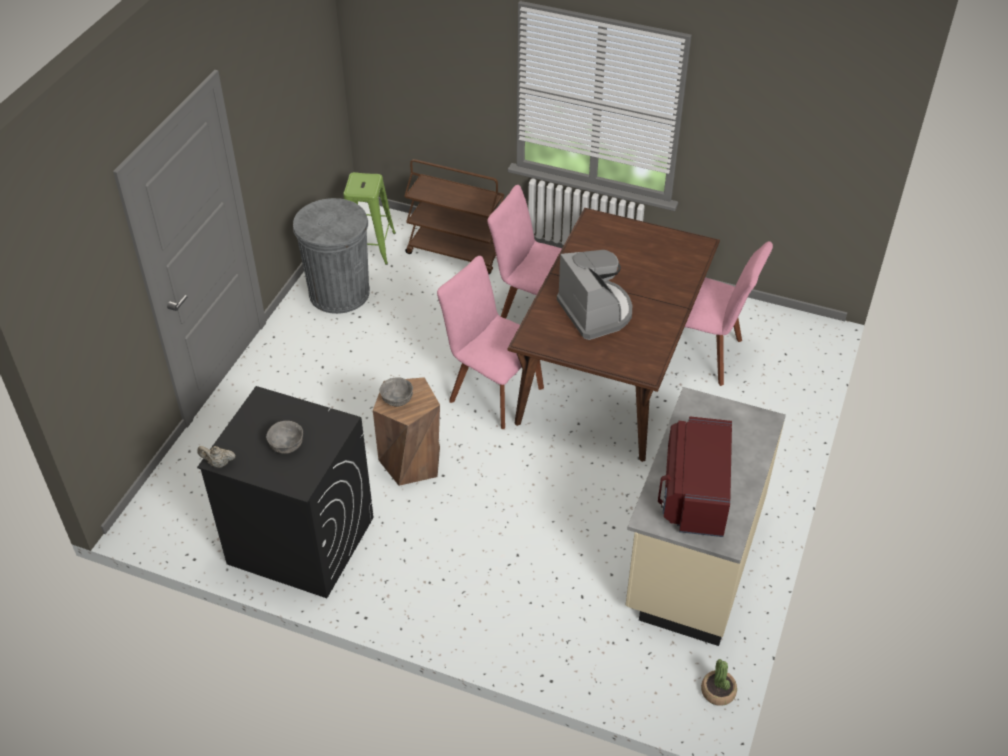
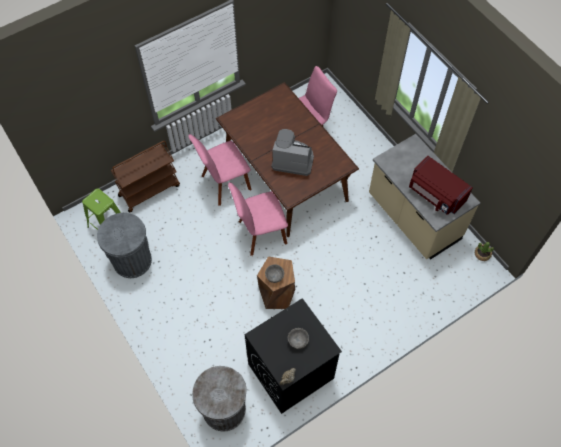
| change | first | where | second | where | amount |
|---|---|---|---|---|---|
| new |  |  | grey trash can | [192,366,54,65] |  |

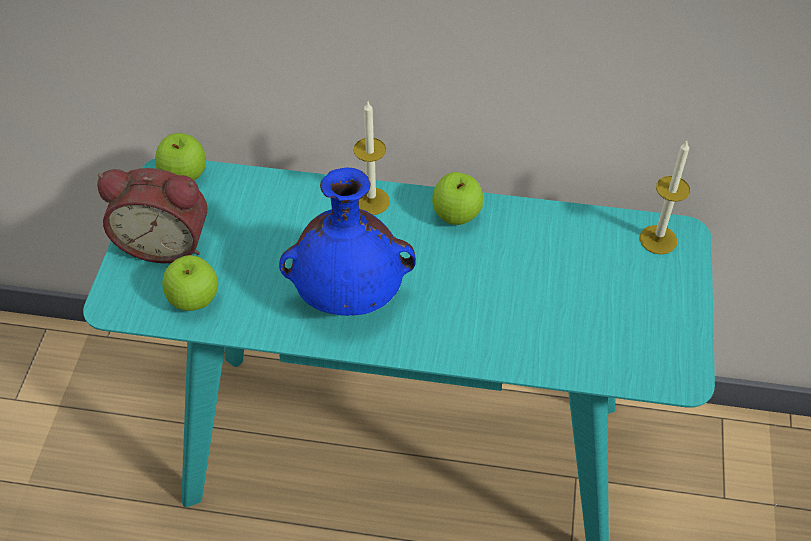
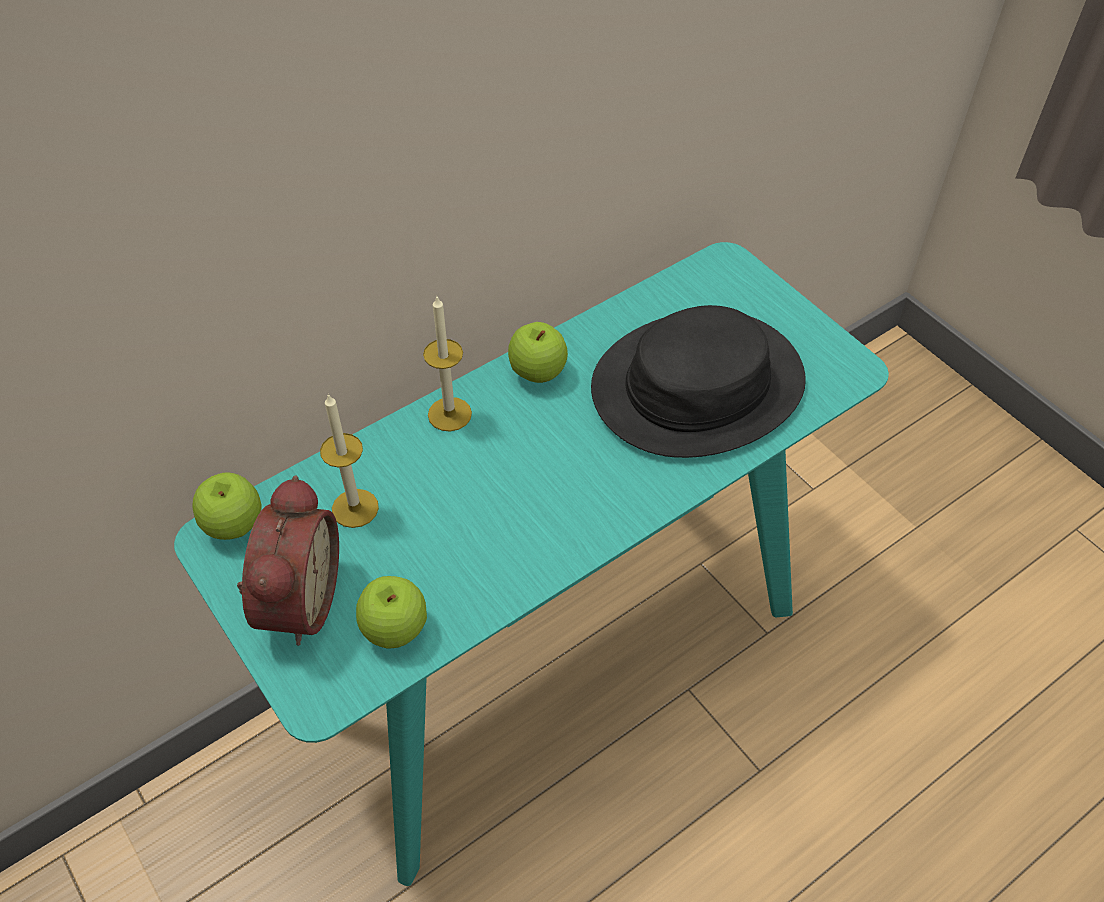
| change | first | where | second | where | amount |
|---|---|---|---|---|---|
| gone | blue vase | [279,168,137,148] |  |  |  |
| new |  |  | black hat | [591,305,215,153] |  |
| shifted | candle | [639,141,51,113] |  | [320,394,59,134] |  |
| rotated | alarm clock | [97,168,111,95] |  | [237,475,102,171] | 45 degrees counterclockwise |

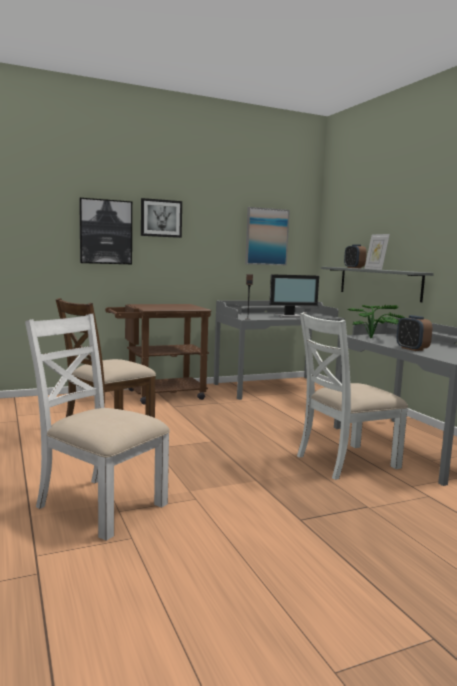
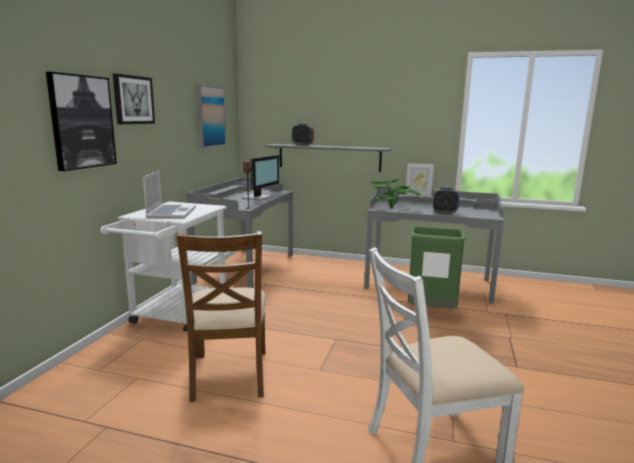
| change | first | where | second | where | amount |
|---|---|---|---|---|---|
| new |  |  | laptop | [143,170,53,48] |  |
| shifted | picture frame | [364,234,26,36] |  | [405,163,29,34] |  |
| swapped | white chair | [297,312,111,168] | green trash can | [408,227,58,81] |  |
| repainted | brown cart | [105,304,106,101] | white cart | [100,202,127,130] |  |

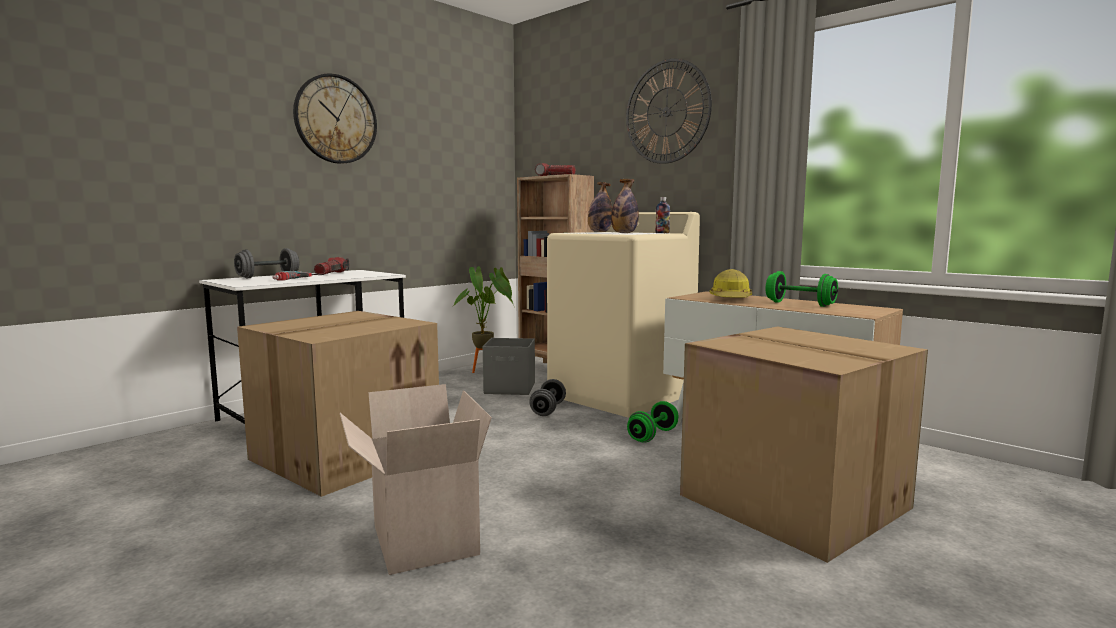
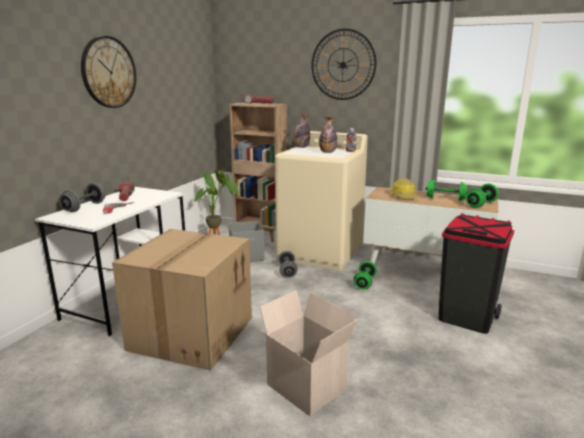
| change | first | where | second | where | amount |
|---|---|---|---|---|---|
| new |  |  | green dumbbell | [466,183,33,25] |  |
| swapped | cardboard box | [680,327,248,236] | black trash can | [438,213,76,121] |  |

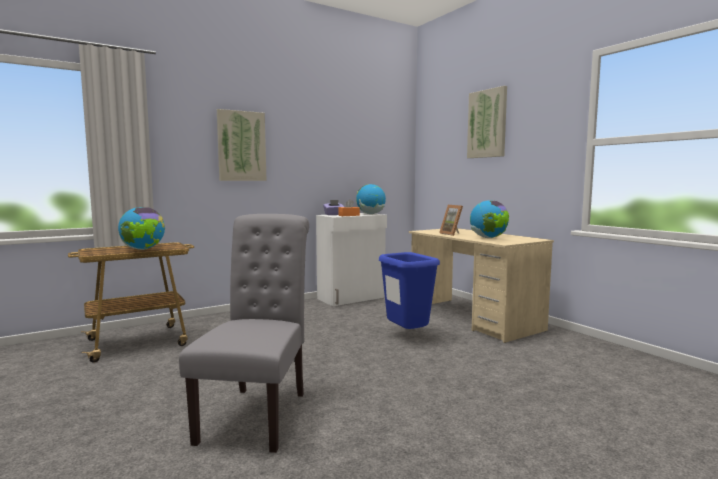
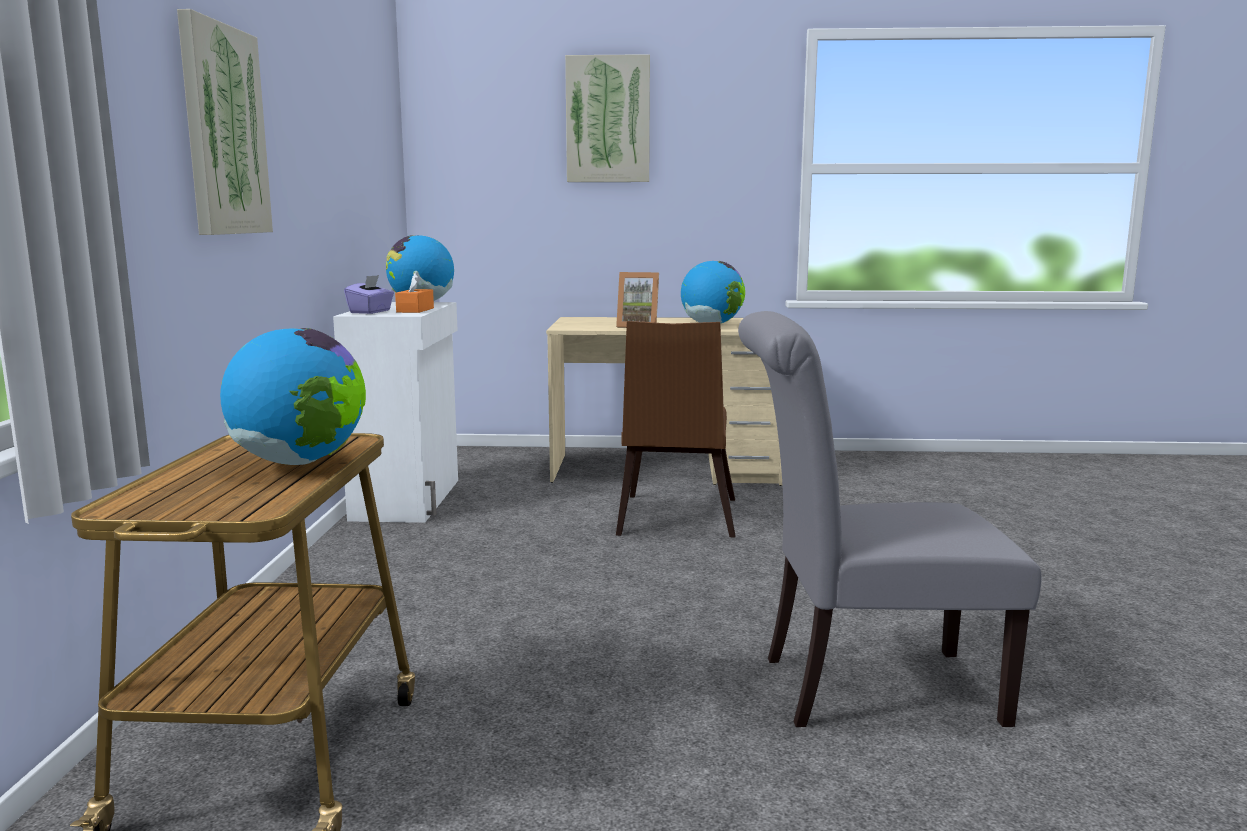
| change | first | where | second | where | amount |
|---|---|---|---|---|---|
| swapped | blue trash can | [379,252,61,77] | brown chair | [616,321,119,217] |  |
| rotated | grey chair | [179,214,130,239] |  | [738,311,304,416] | 45 degrees counterclockwise |

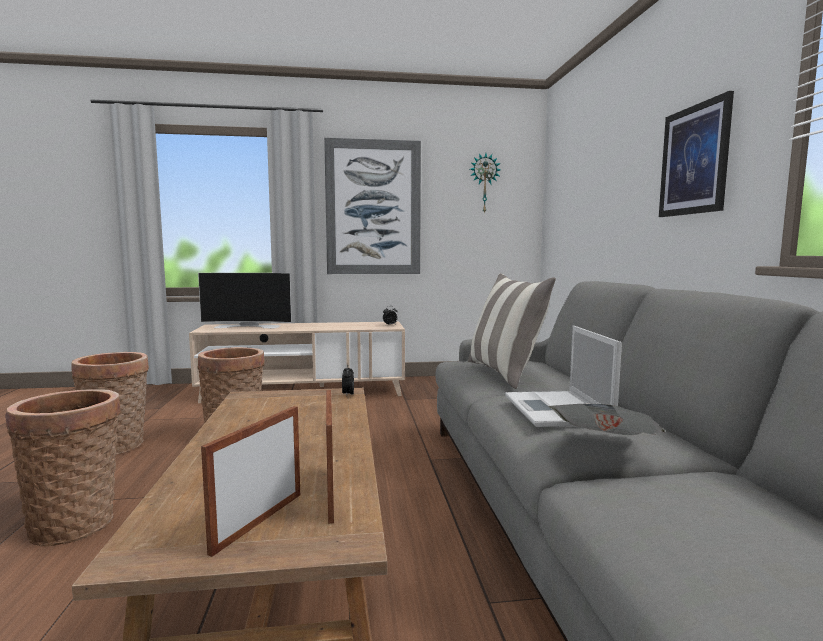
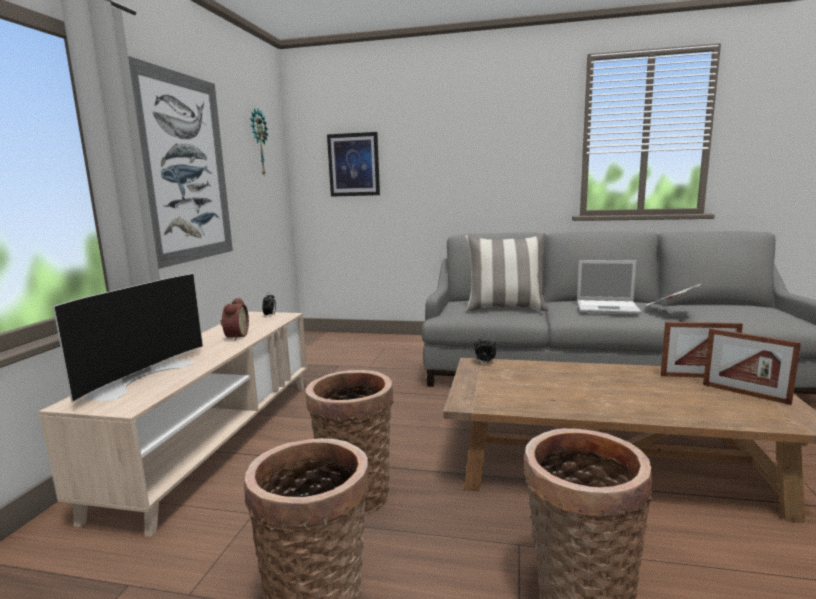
| change | first | where | second | where | amount |
|---|---|---|---|---|---|
| new |  |  | alarm clock | [220,298,29,43] |  |
| shifted | picture | [659,91,75,126] |  | [327,132,53,65] |  |

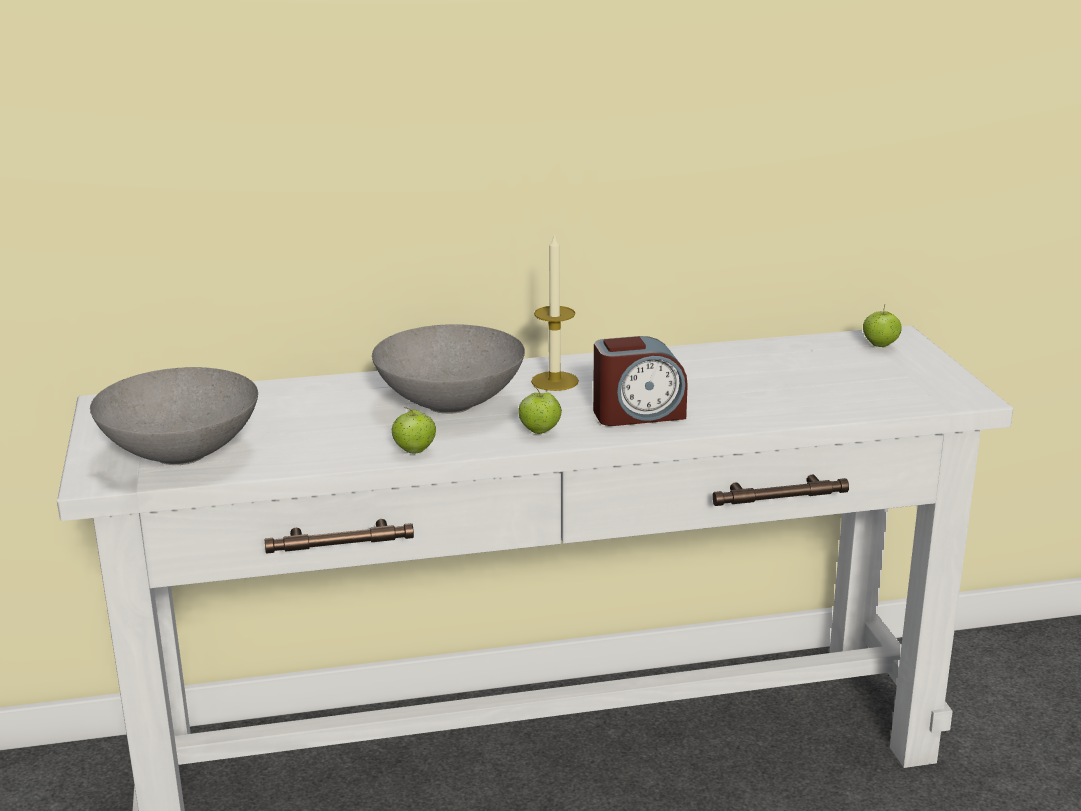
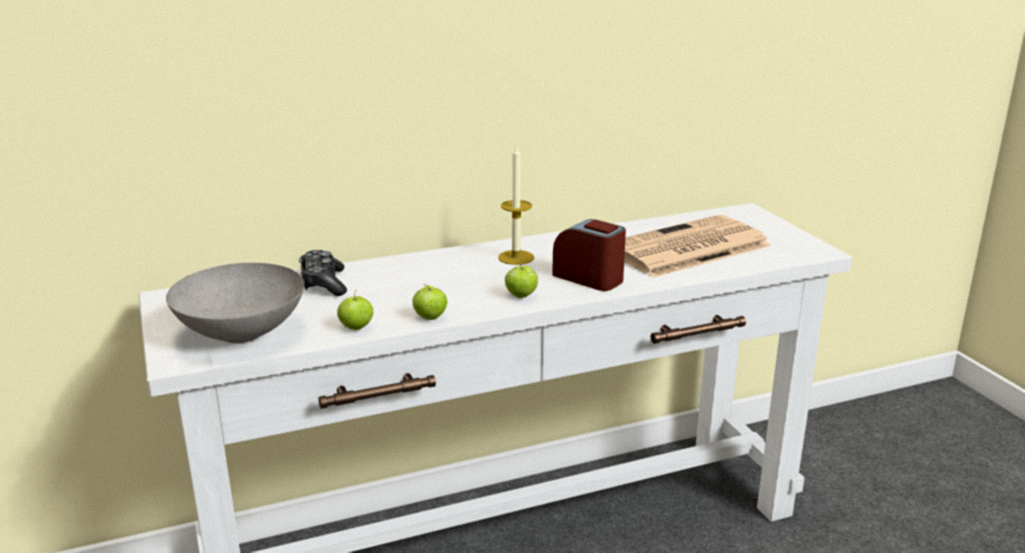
| change | first | where | second | where | amount |
|---|---|---|---|---|---|
| gone | grey bowl | [372,324,153,90] |  |  |  |
| new |  |  | game controller | [299,250,48,46] |  |
| new |  |  | newspaper | [624,215,147,63] |  |
| shifted | apple | [863,304,39,43] |  | [337,290,36,40] |  |
| rotated | alarm clock | [593,336,95,90] |  | [552,219,74,72] | 120 degrees counterclockwise |

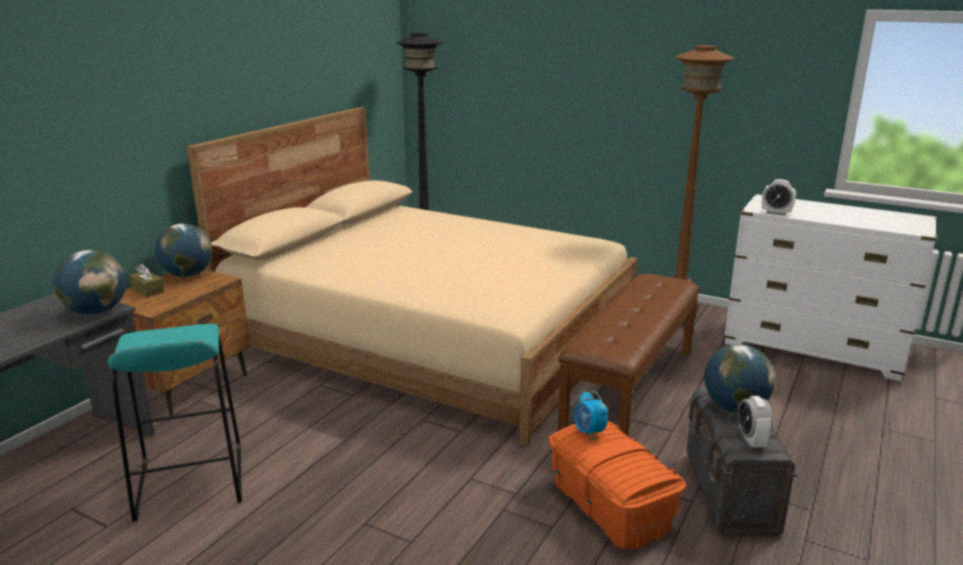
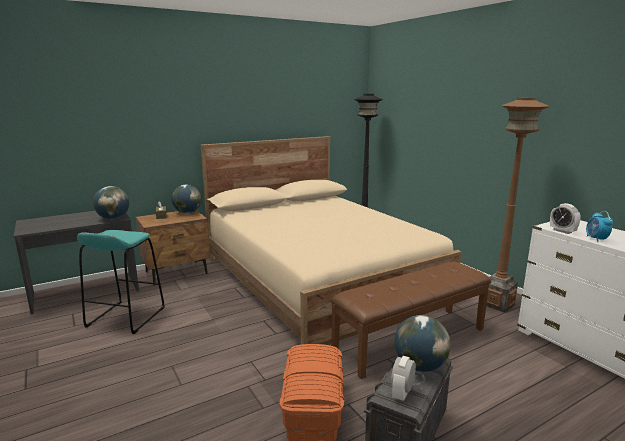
| change | first | where | second | where | amount |
|---|---|---|---|---|---|
| shifted | alarm clock | [574,391,34,49] |  | [586,211,27,31] |  |

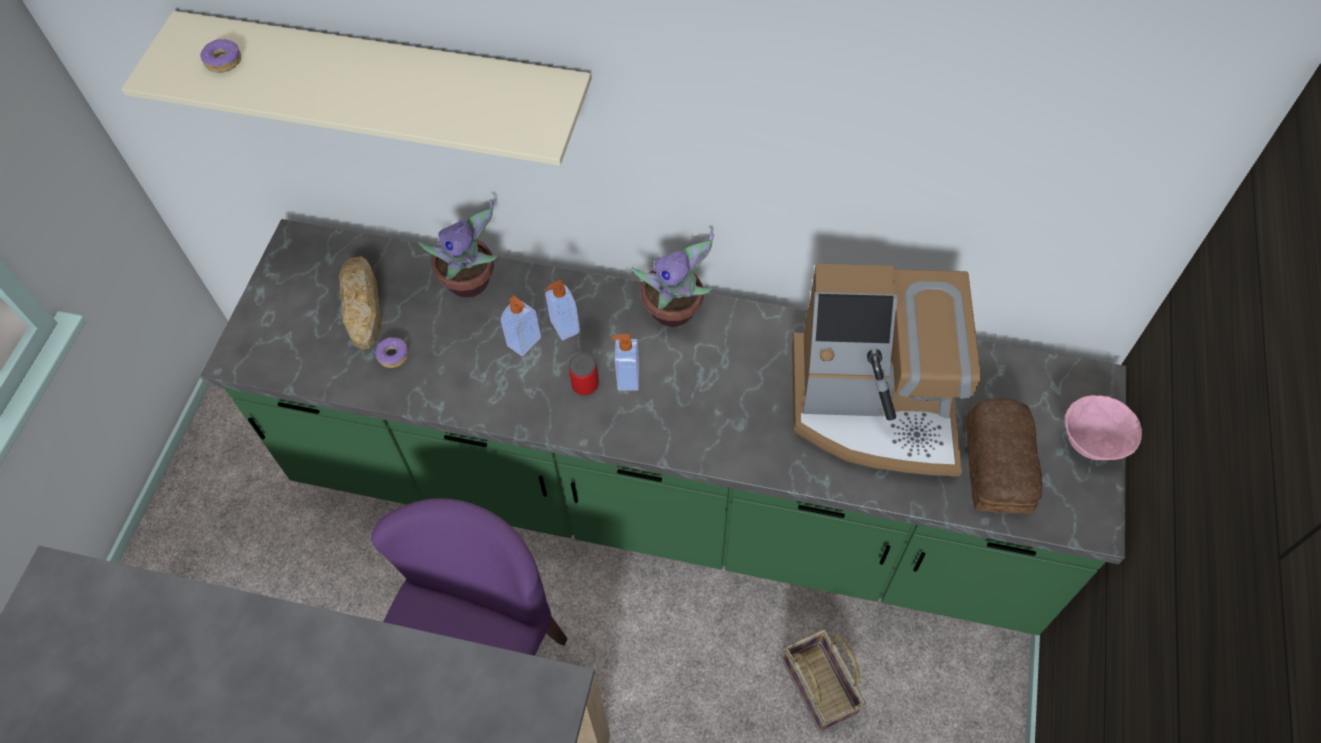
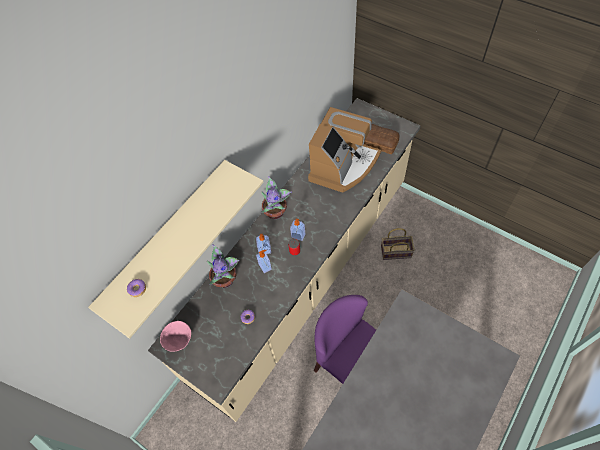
| change | first | where | second | where | amount |
|---|---|---|---|---|---|
| gone | bread | [339,256,42,94] |  |  |  |
| shifted | pink bowl | [1065,395,77,65] |  | [160,321,31,31] |  |
| repainted | green counter | [200,219,926,416] | beige counter | [148,98,272,324] |  |

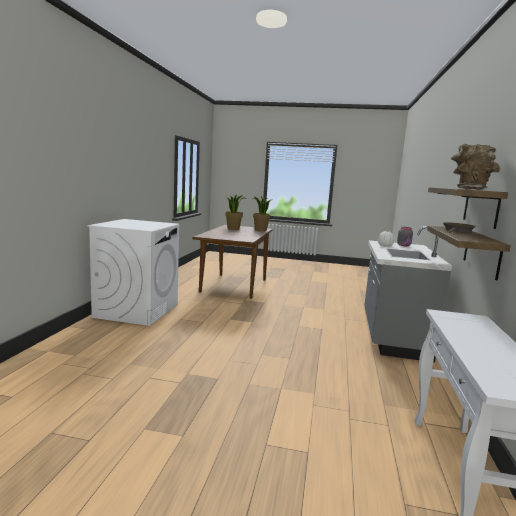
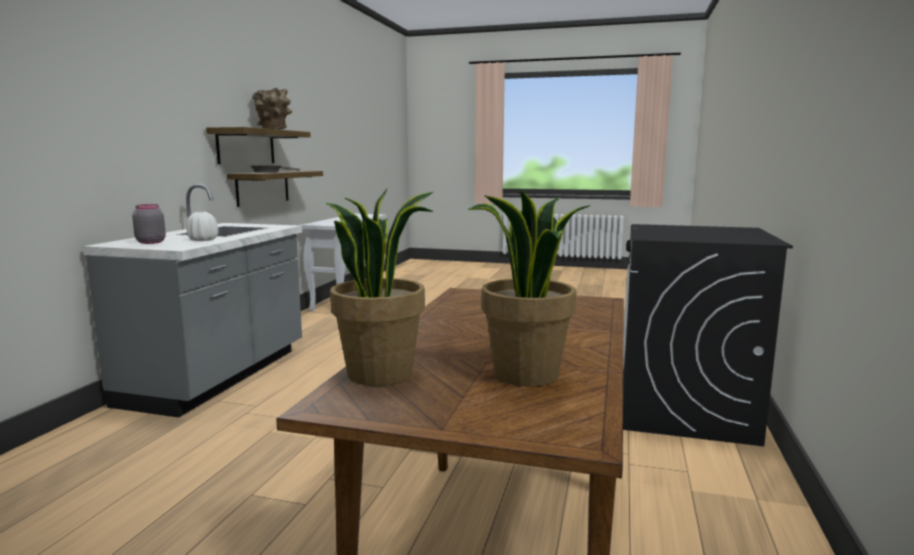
| change | first | where | second | where | amount |
|---|---|---|---|---|---|
| repainted | white washing machine | [87,219,92,107] | black washing machine | [623,224,170,222] |  |

